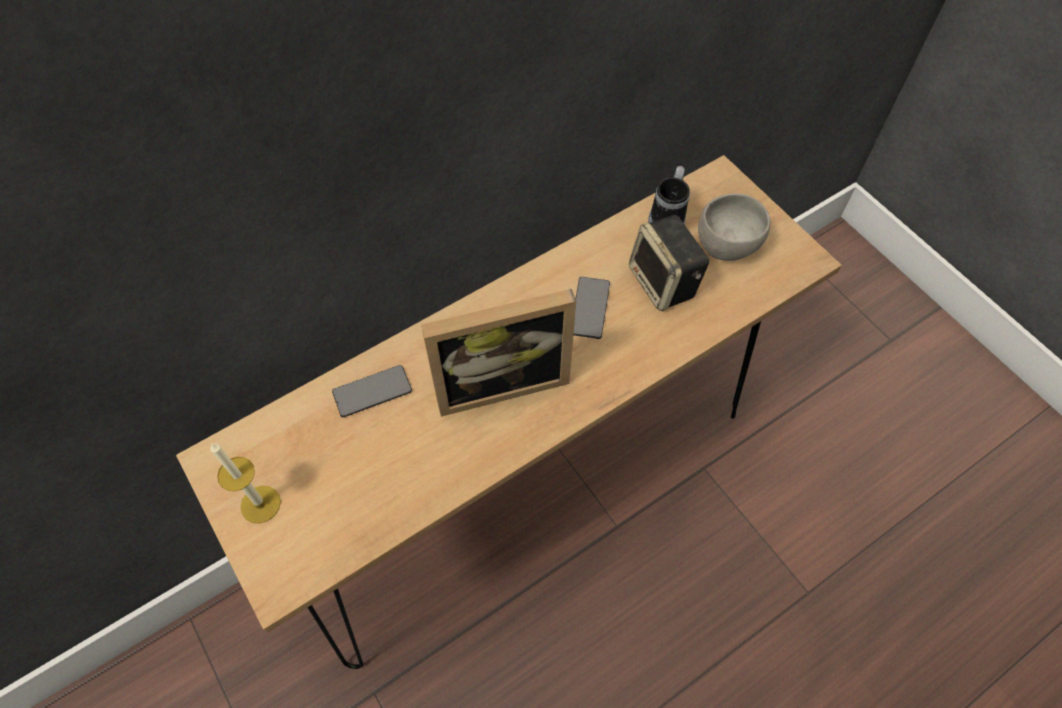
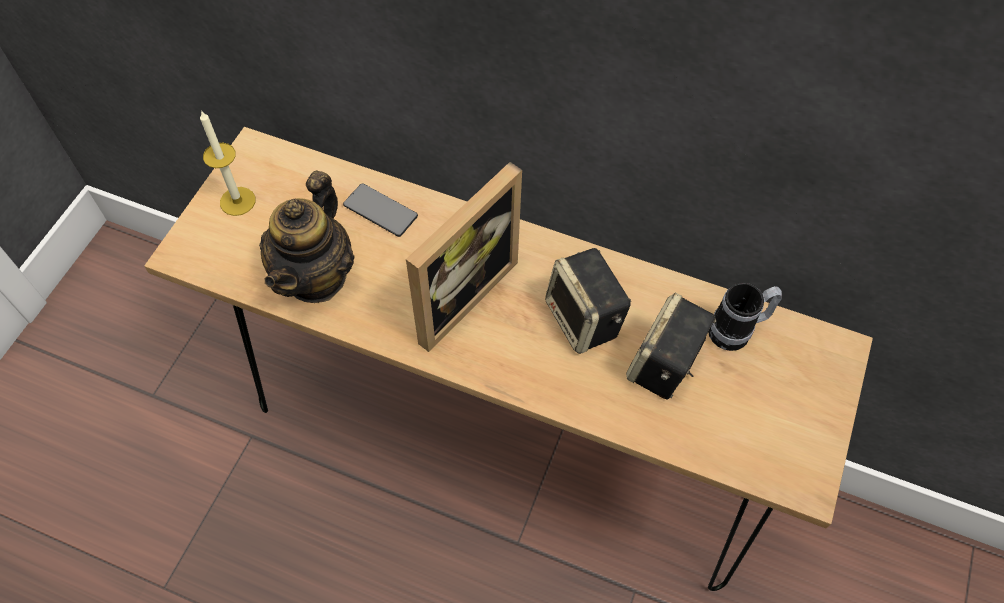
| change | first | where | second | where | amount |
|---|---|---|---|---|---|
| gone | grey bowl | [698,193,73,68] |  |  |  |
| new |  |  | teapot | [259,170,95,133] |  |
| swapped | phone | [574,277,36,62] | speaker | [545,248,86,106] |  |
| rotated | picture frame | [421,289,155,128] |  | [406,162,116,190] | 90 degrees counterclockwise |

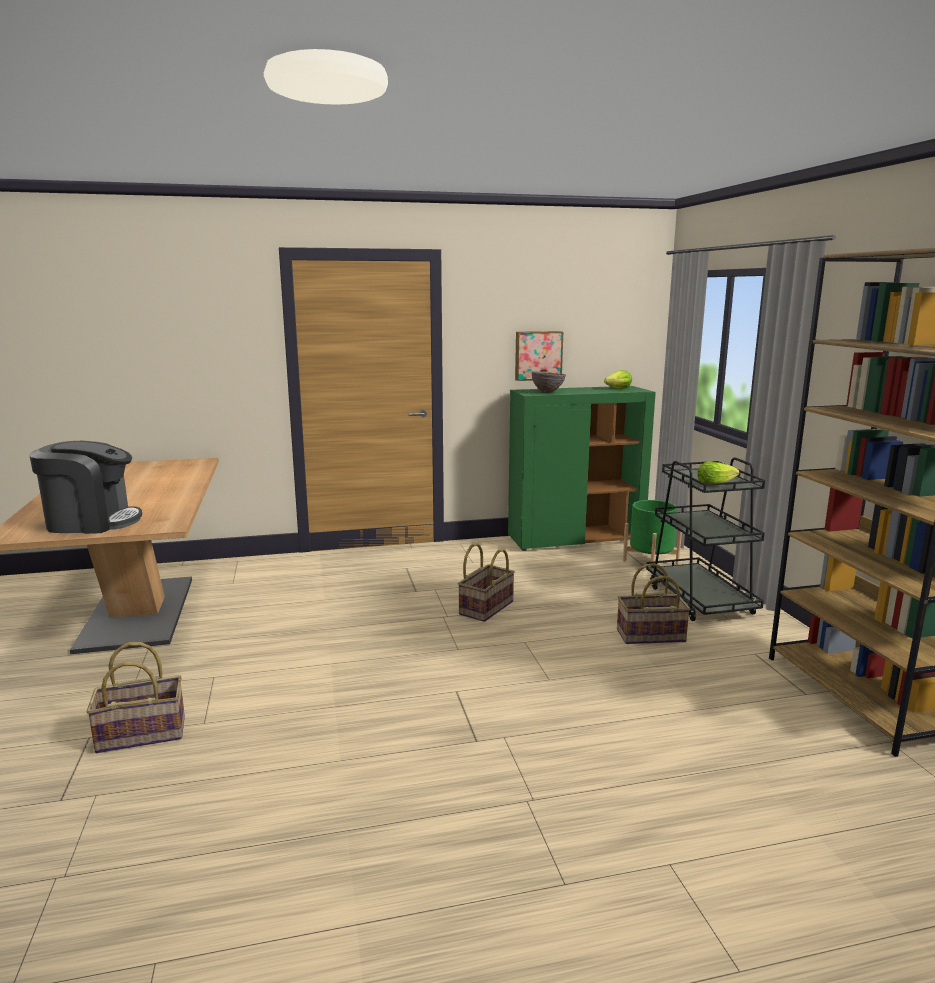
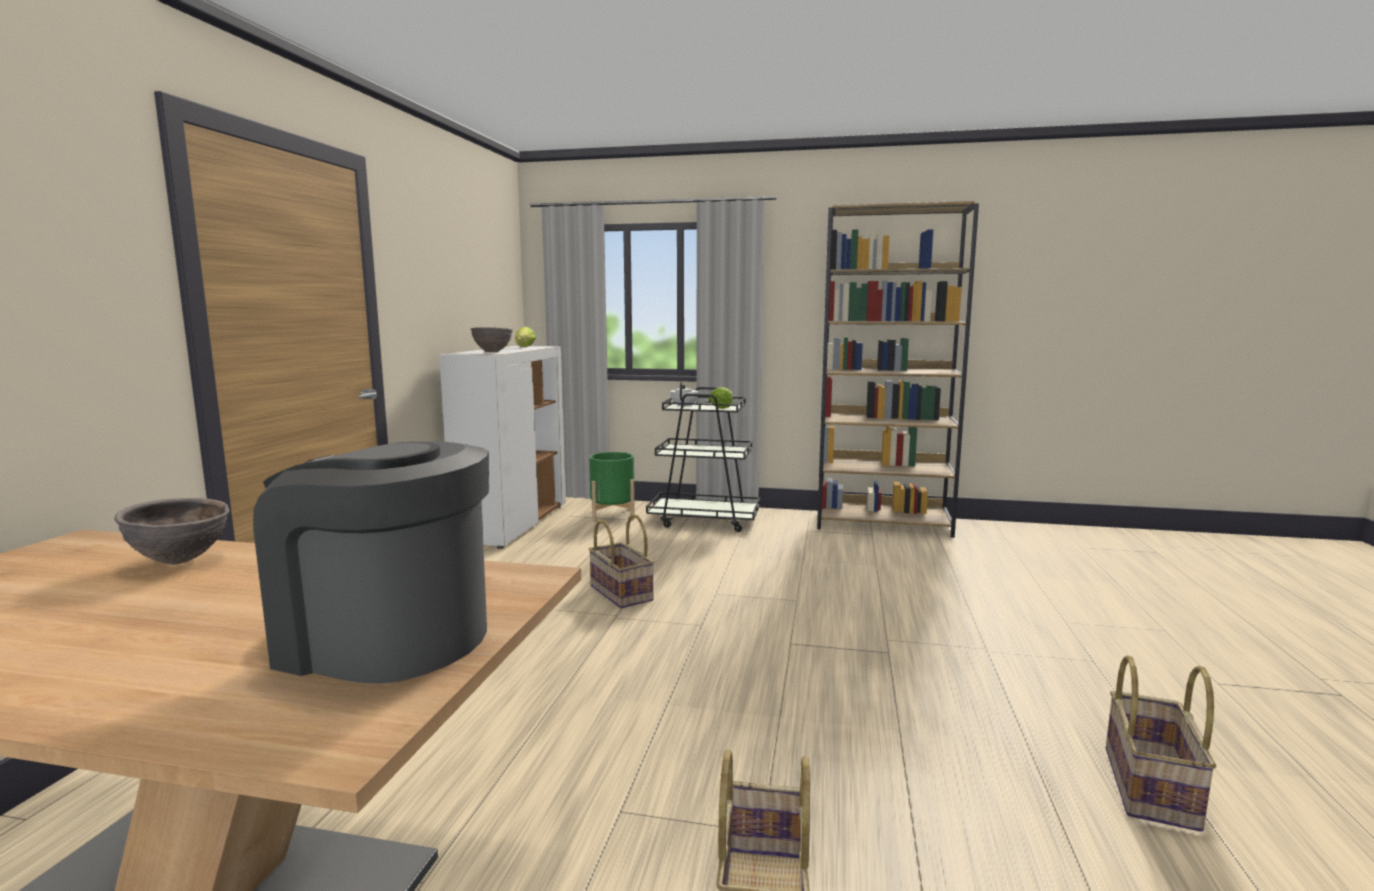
| change | first | where | second | where | amount |
|---|---|---|---|---|---|
| gone | picture | [515,331,48,50] |  |  |  |
| new |  |  | brown bowl | [114,498,115,67] |  |
| new |  |  | white teapot | [670,382,29,25] |  |
| shifted | basket | [617,563,73,81] |  | [1106,655,110,177] |  |
| repainted | green cabinet | [508,386,148,165] | white cabinet | [439,346,127,203] |  |
| rotated | coffee machine | [29,441,113,93] |  | [253,441,236,243] | 90 degrees counterclockwise |

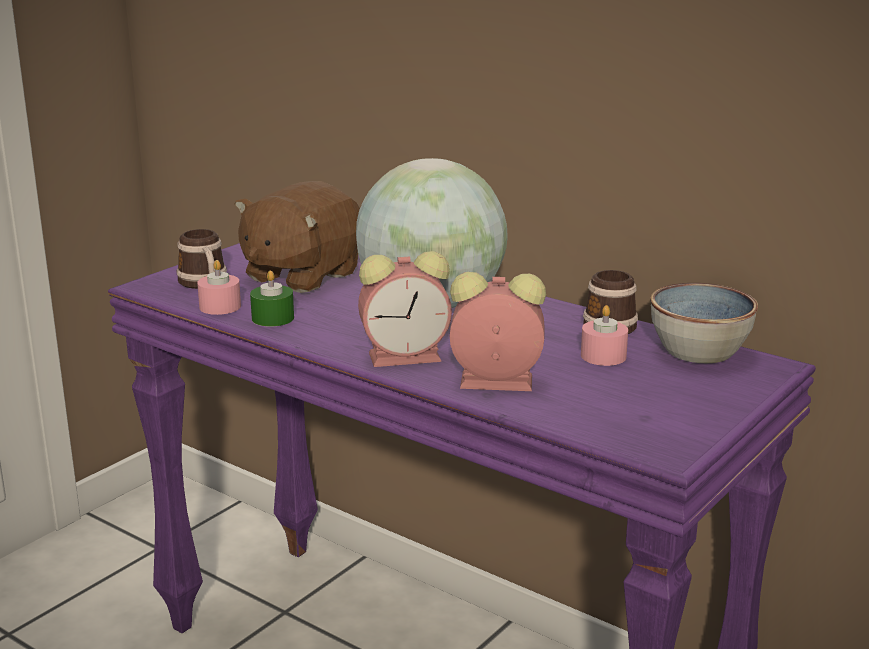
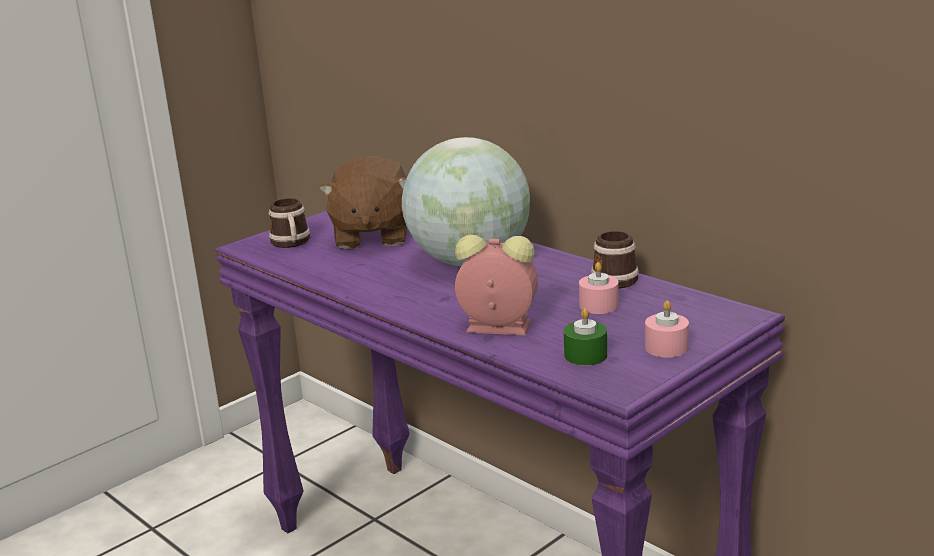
| change | first | where | second | where | amount |
|---|---|---|---|---|---|
| gone | alarm clock | [358,251,94,116] |  |  |  |
| gone | bowl | [650,283,108,80] |  |  |  |
| shifted | pink candle | [197,260,44,55] |  | [645,301,44,57] |  |
| shifted | green candle | [250,271,44,56] |  | [564,308,43,58] |  |
| rotated | brown plush toy | [235,181,125,112] |  | [319,155,88,94] | 45 degrees counterclockwise |

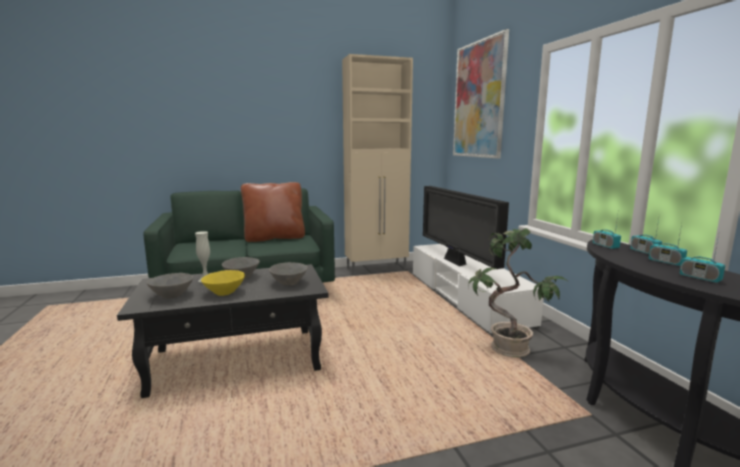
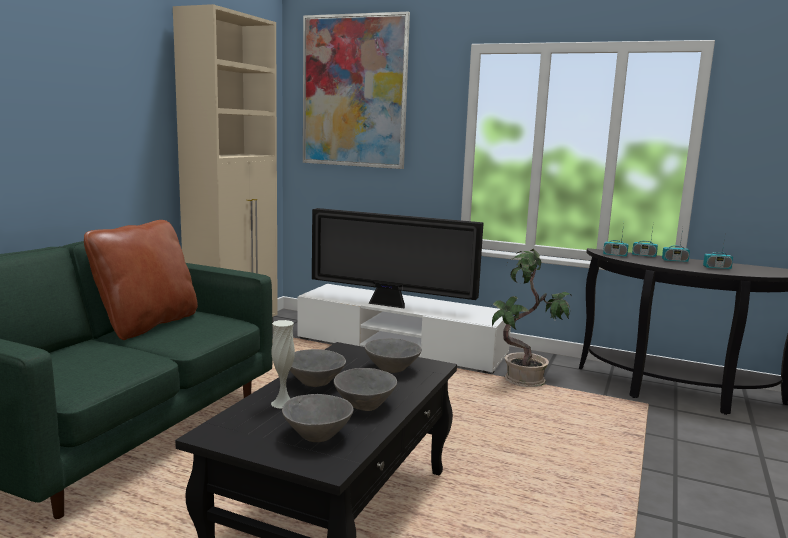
| change | first | where | second | where | amount |
|---|---|---|---|---|---|
| repainted | yellow bowl | [201,270,44,26] | grey bowl | [334,368,63,43] |  |

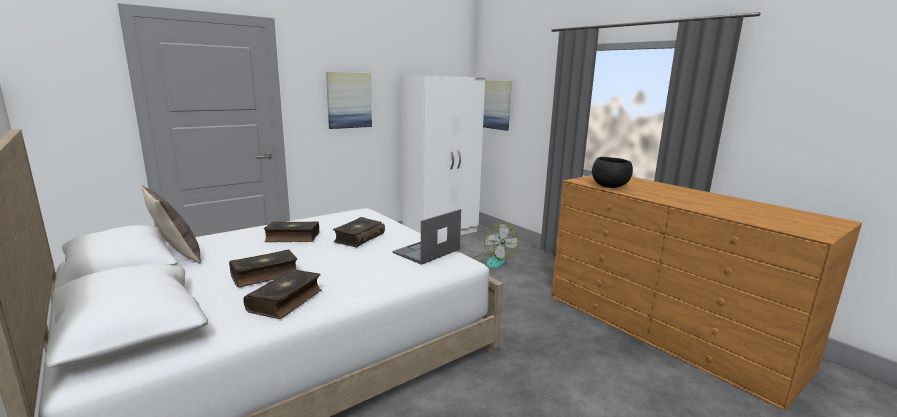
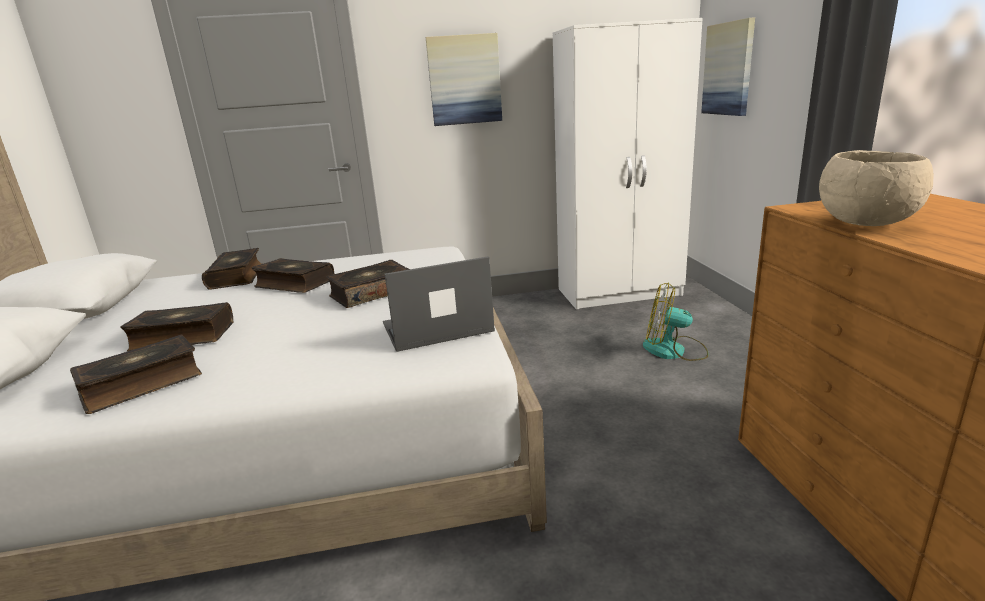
| change | first | where | second | where | amount |
|---|---|---|---|---|---|
| gone | pillow | [141,185,60,78] |  |  |  |
| new |  |  | book | [202,248,61,42] |  |
| repainted | black bowl | [592,157,41,31] | beige bowl | [819,150,115,76] |  |
| rotated | fan | [473,223,46,45] |  | [643,282,66,79] | 90 degrees clockwise |

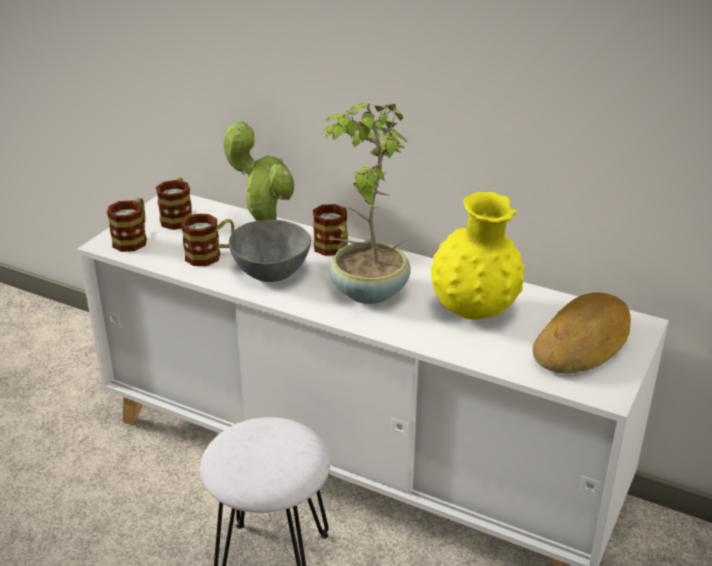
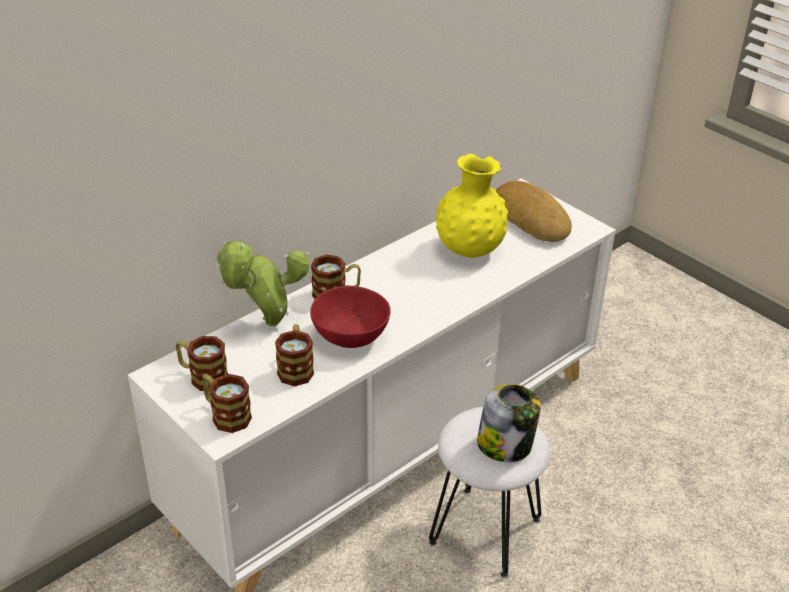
| change | first | where | second | where | amount |
|---|---|---|---|---|---|
| gone | potted plant | [323,103,88,201] |  |  |  |
| new |  |  | jar | [477,384,64,78] |  |
| repainted | grey bowl | [229,220,82,62] | red bowl | [310,286,80,62] |  |

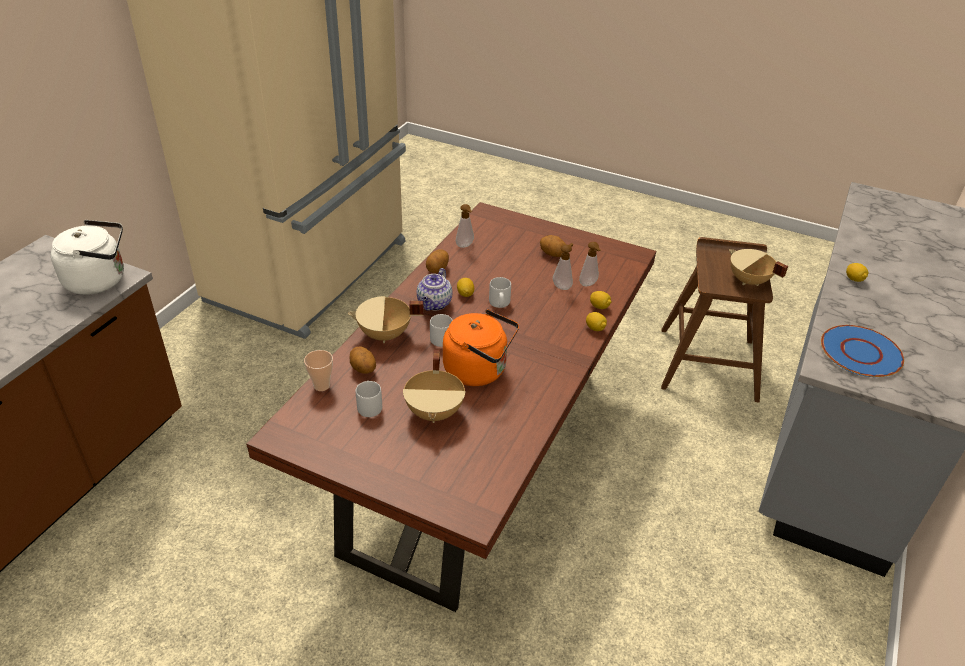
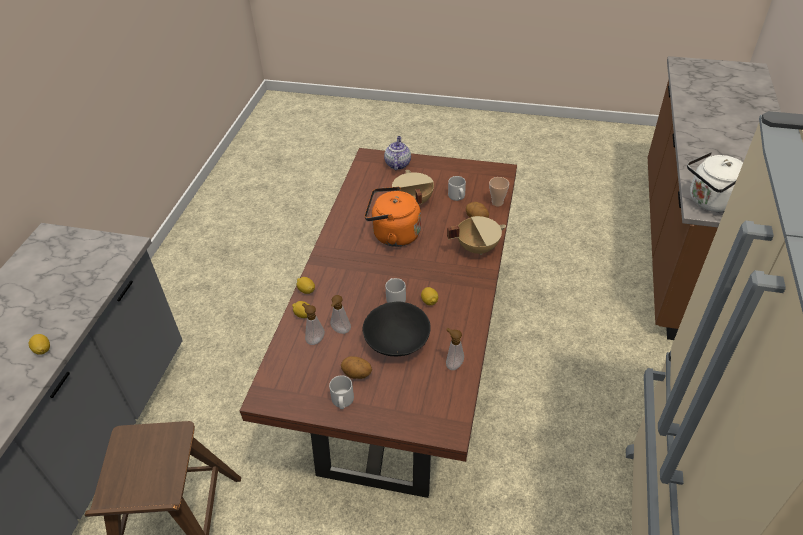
| change | first | where | second | where | amount |
|---|---|---|---|---|---|
| gone | potato | [426,249,23,24] |  |  |  |
| gone | beige cooking pot | [729,249,59,37] |  |  |  |
| gone | blue plate | [821,325,83,52] |  |  |  |
| new |  |  | black bowl | [362,302,69,54] |  |
| shifted | teapot | [417,268,36,43] |  | [384,136,27,34] |  |
| shifted | grey mug | [430,314,23,33] |  | [329,375,25,34] |  |

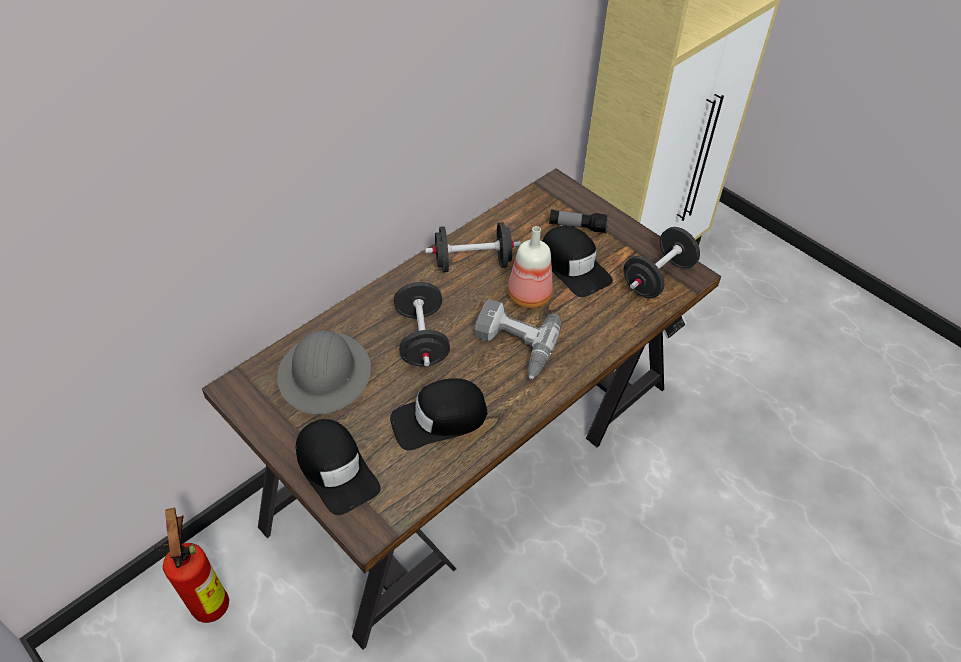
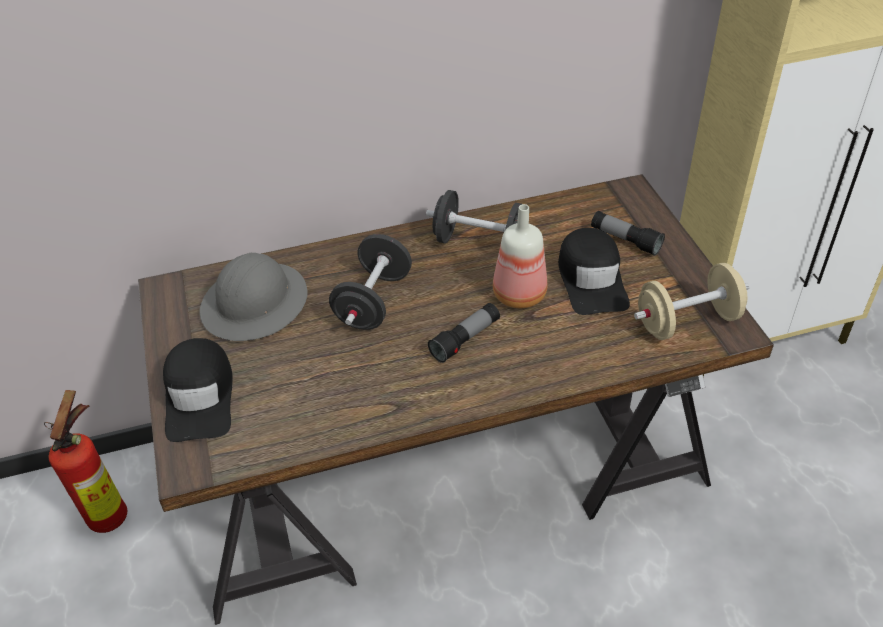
| change | first | where | second | where | amount |
|---|---|---|---|---|---|
| gone | black cap | [390,378,98,73] |  |  |  |
| swapped | power drill | [474,299,88,80] | flashlight | [428,303,72,60] |  |
| repainted | black dumbbell | [624,227,76,72] | beige dumbbell | [634,263,115,77] |  |

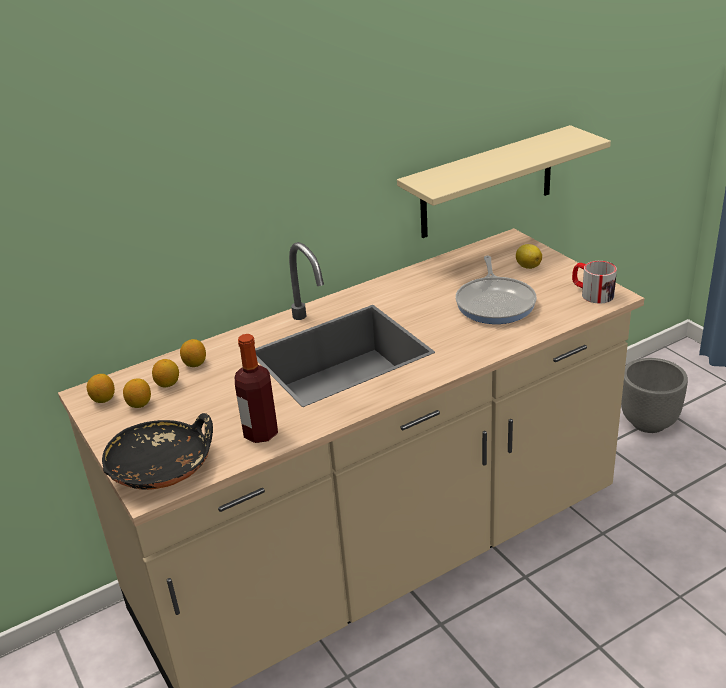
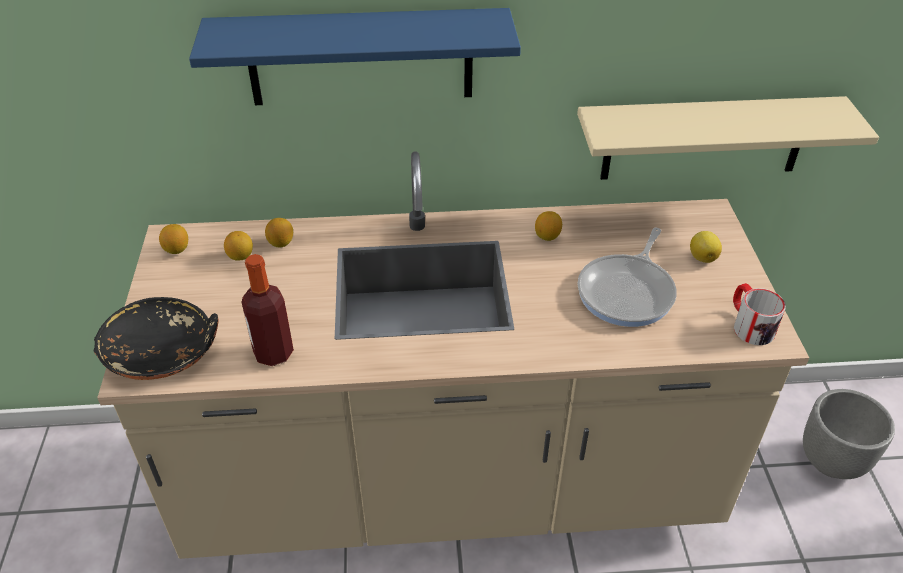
| change | first | where | second | where | amount |
|---|---|---|---|---|---|
| new |  |  | blue shelf | [189,8,332,97] |  |
| shifted | lemon | [123,378,28,30] |  | [535,211,27,30] |  |

